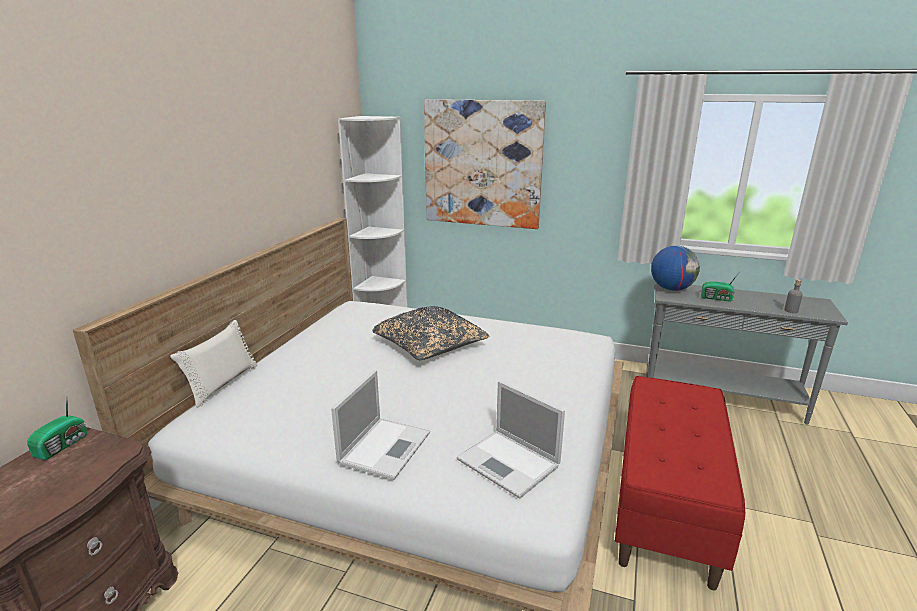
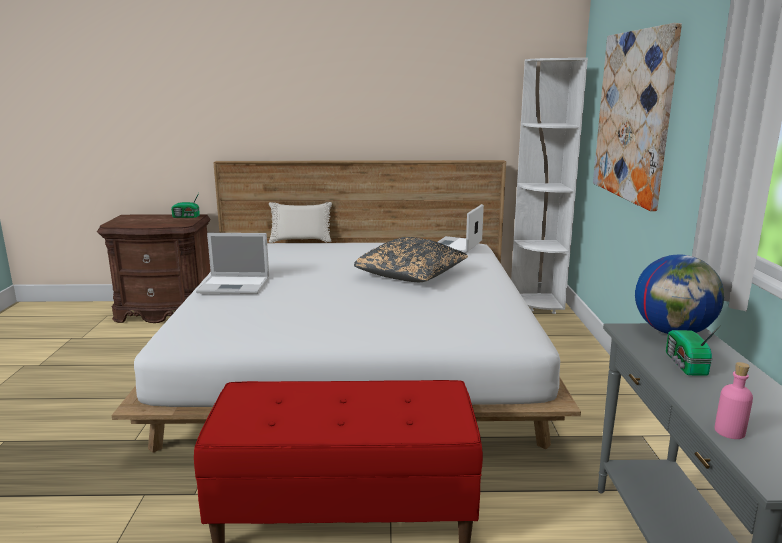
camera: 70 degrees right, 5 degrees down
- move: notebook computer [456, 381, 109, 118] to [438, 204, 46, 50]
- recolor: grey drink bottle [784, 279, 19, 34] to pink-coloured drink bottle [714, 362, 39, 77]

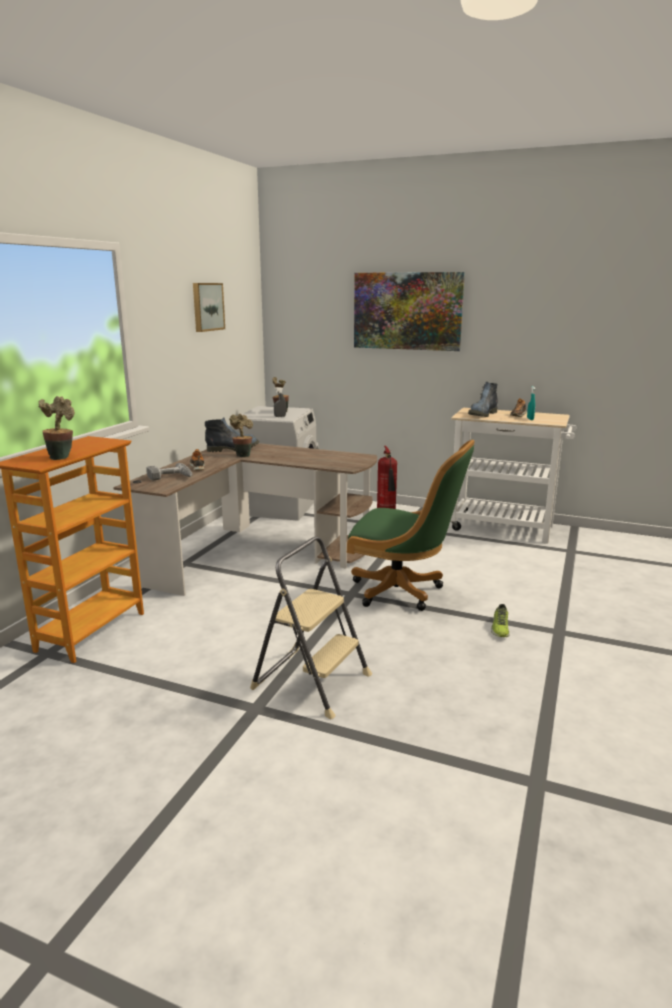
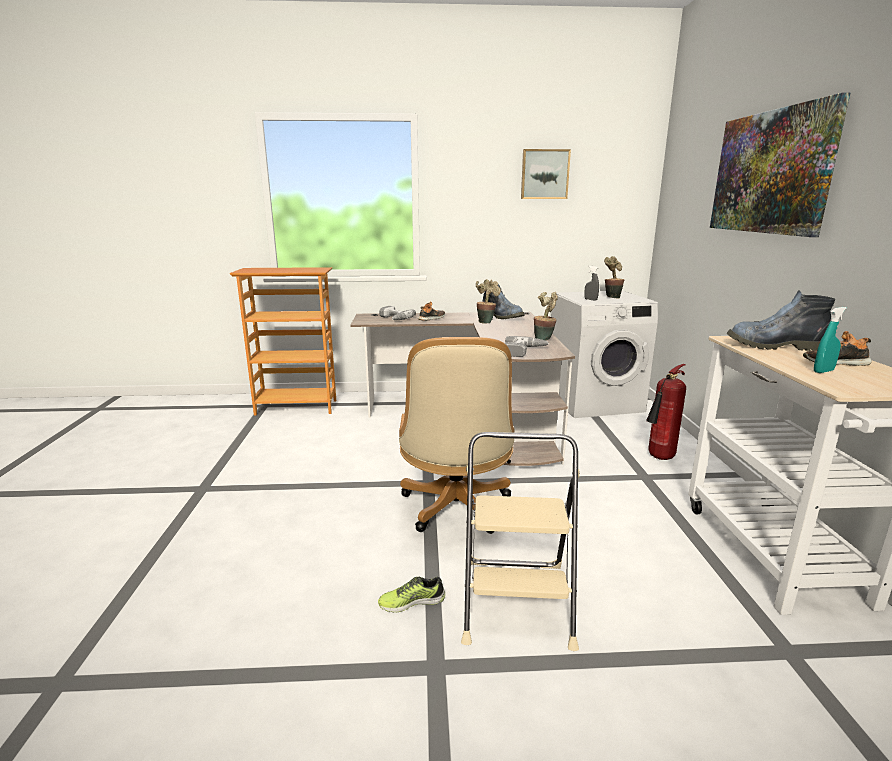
camera: 65 degrees right, 0 degrees up
- recolor: green-coloured desk chair [347, 440, 128, 171] to sand-coloured desk chair [399, 337, 115, 197]
- move: sand-coloured stepladder [250, 537, 122, 182] to [461, 432, 119, 219]
- insert: power drill [505, 336, 44, 21]
- move: plant in a pot [39, 396, 36, 64] to [534, 292, 24, 49]

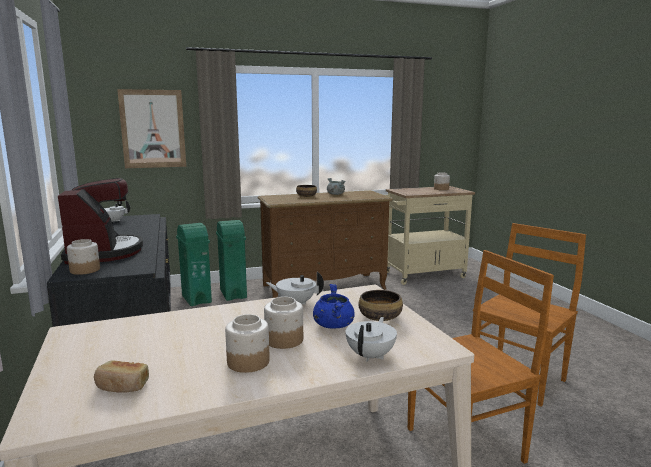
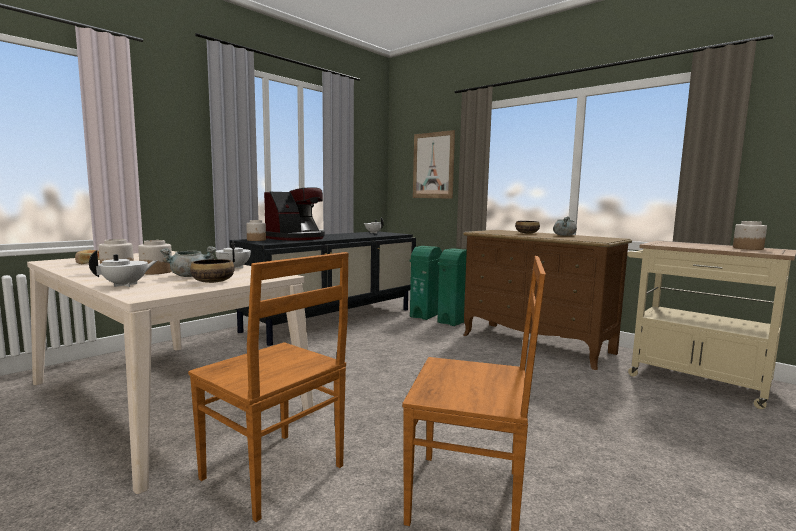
camera: 60 degrees right, 5 degrees down
- rotate: white tea pot [345, 317, 52, 45] = [89, 250, 69, 37] 45 degrees counterclockwise
- recolor: blue-coloured saucepot [313, 284, 42, 44] to grey saucepot [160, 246, 56, 31]

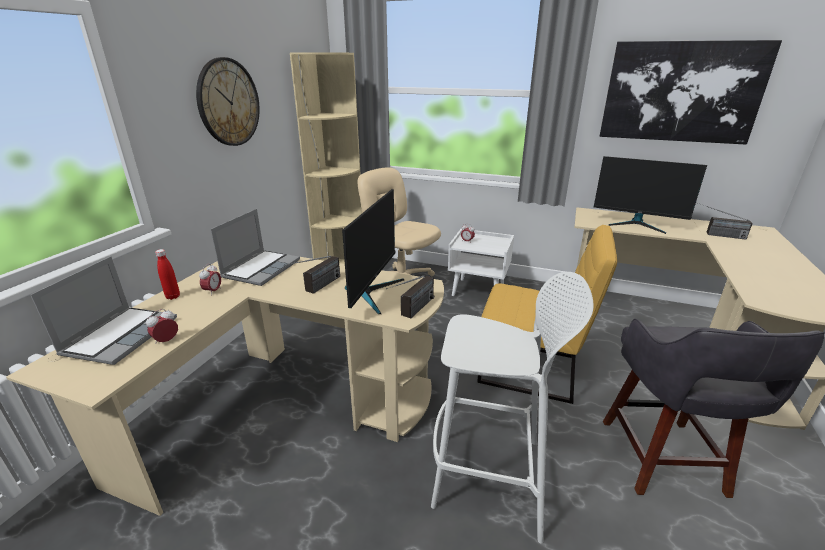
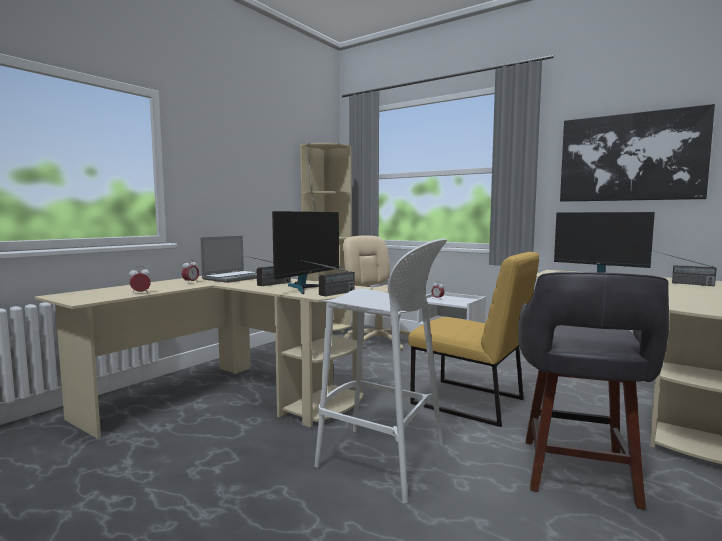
camera: 15 degrees right, 20 degrees down
- delete: notebook computer [31, 256, 146, 109]
- delete: reddish drink bottle [155, 249, 25, 51]
- delete: wall clock [196, 57, 64, 89]

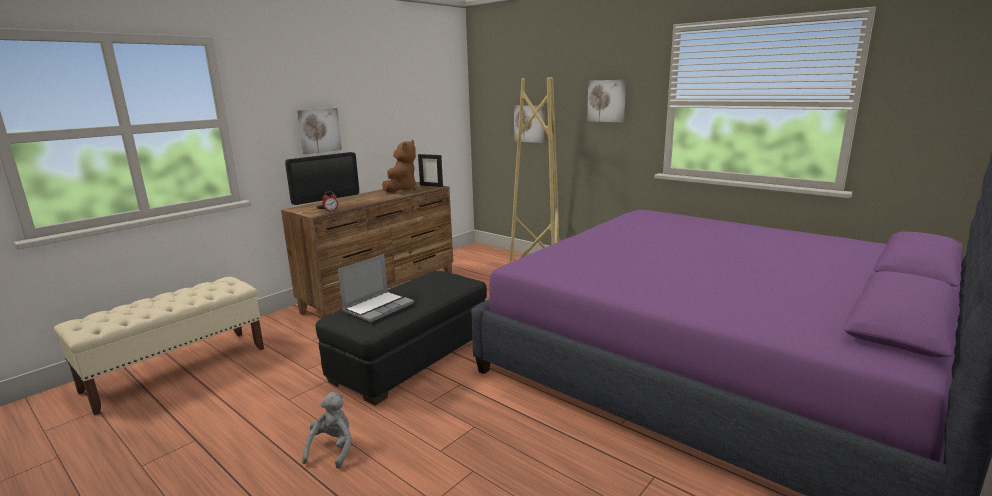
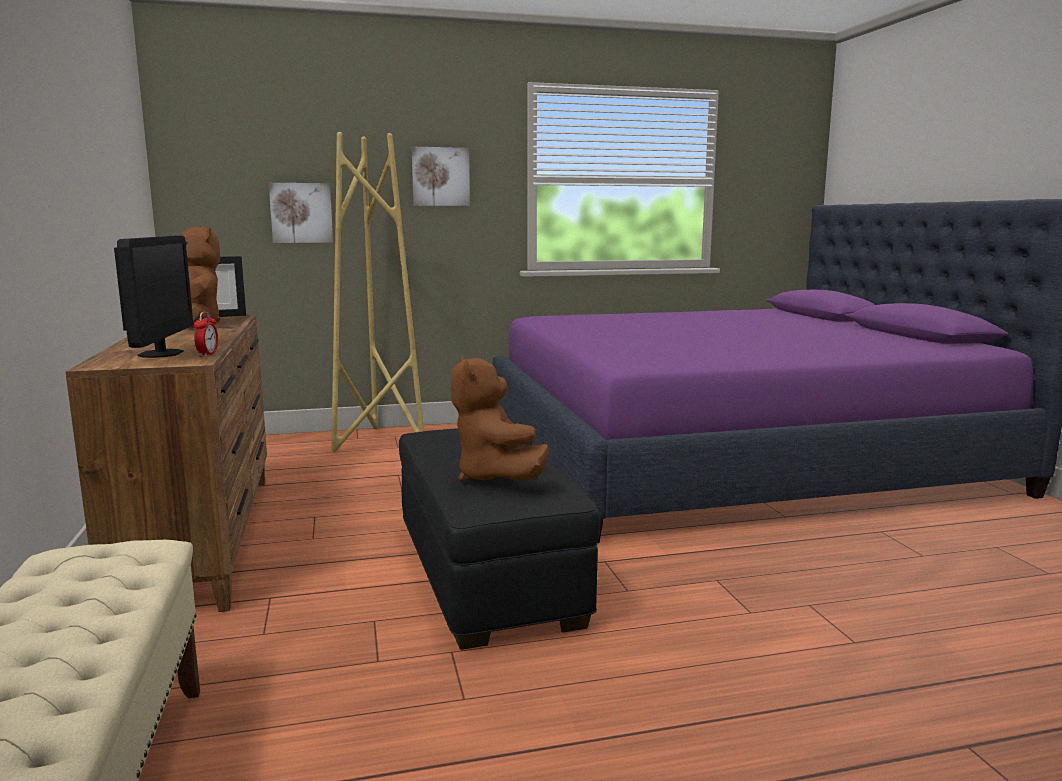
camera: 55 degrees left, 5 degrees down
- replace: notebook computer [338, 254, 76, 68] to brownish plush toy [451, 355, 98, 128]
- delete: wall art [297, 108, 45, 46]
- delete: grey plush toy [302, 392, 50, 77]

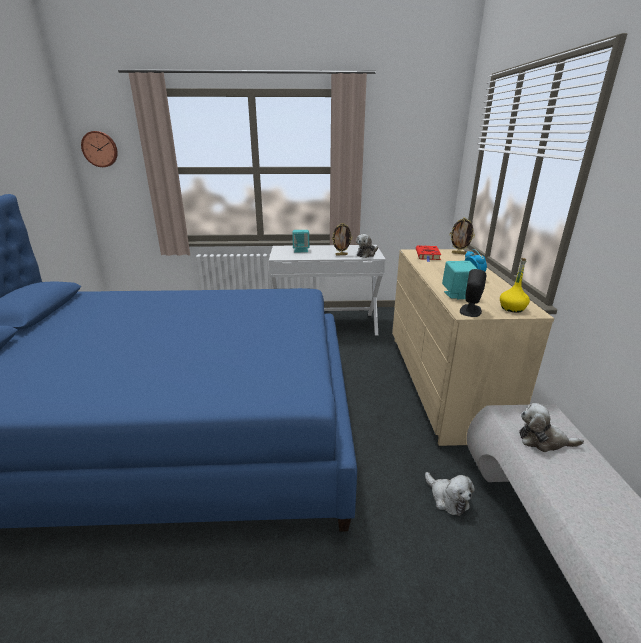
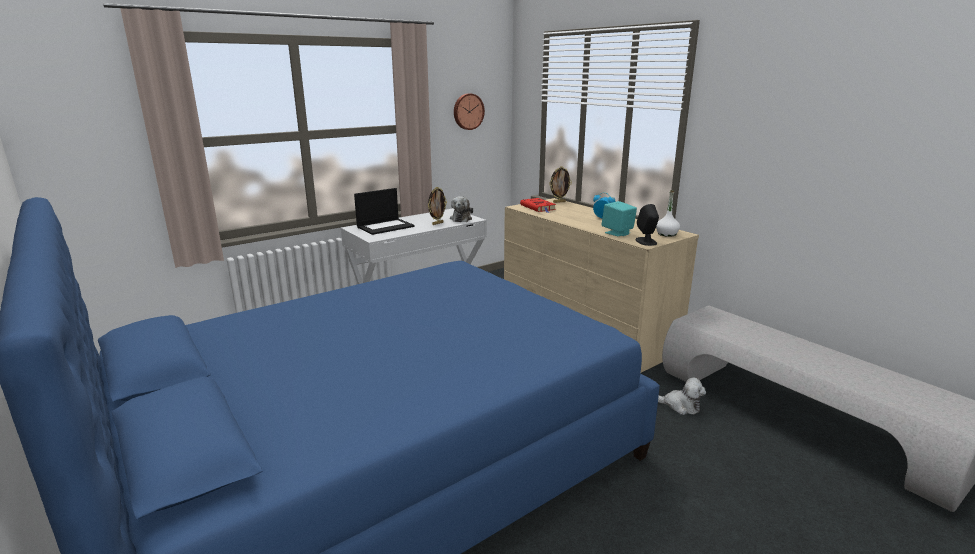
camera: 35 degrees left, 5 degrees down
- replace: blue-green audio speaker [292, 230, 17, 22] to notebook computer [354, 188, 61, 47]
- move: wall clock [81, 131, 37, 36] to [454, 93, 31, 37]
- recolor: yellow drink bottle [500, 258, 30, 55] to white drink bottle [656, 190, 24, 47]
- delete: plush toy [519, 403, 65, 49]

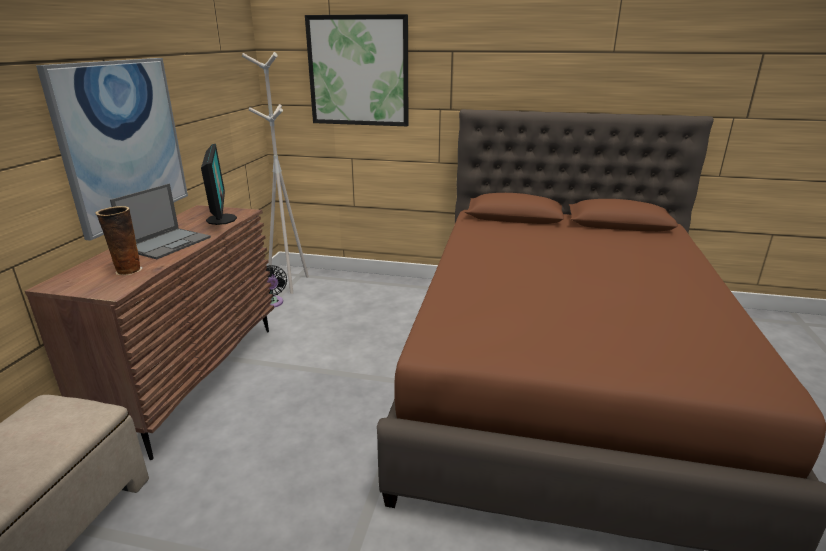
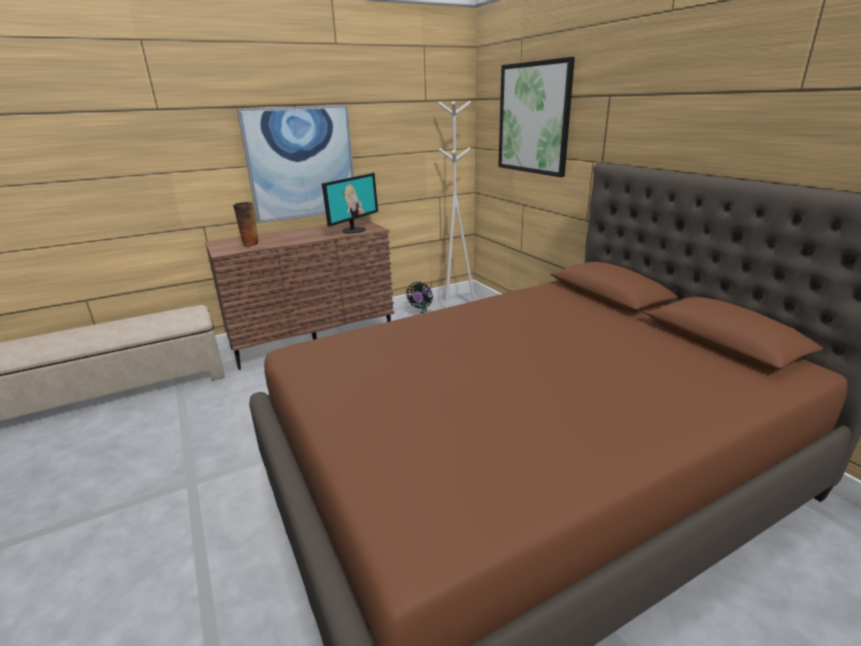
camera: 50 degrees right, 0 degrees up
- delete: notebook computer [110, 184, 101, 75]

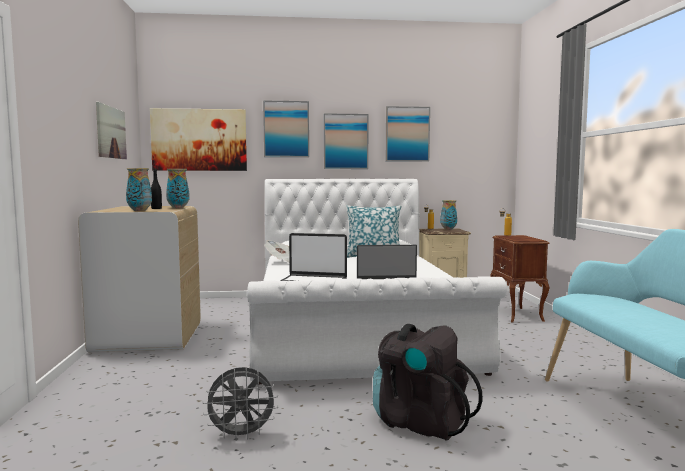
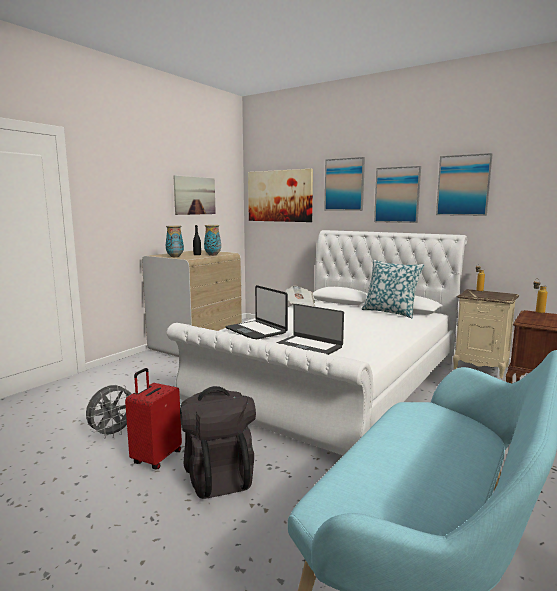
camera: 40 degrees right, 5 degrees up
- rotate: grey fan [203, 367, 75, 74] = [86, 385, 49, 53] 75 degrees counterclockwise
- insert: reddish suitcase [125, 368, 57, 101]
- delete: flower vase [440, 200, 17, 30]

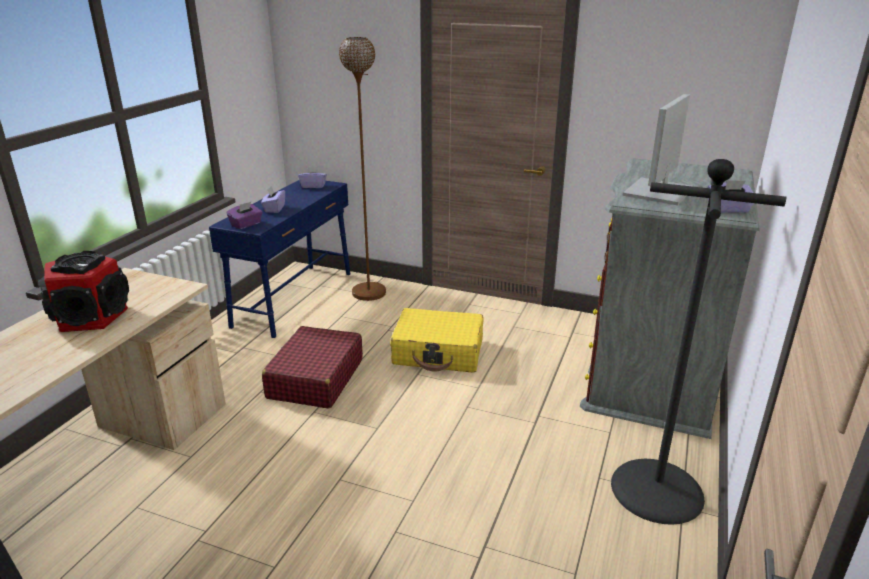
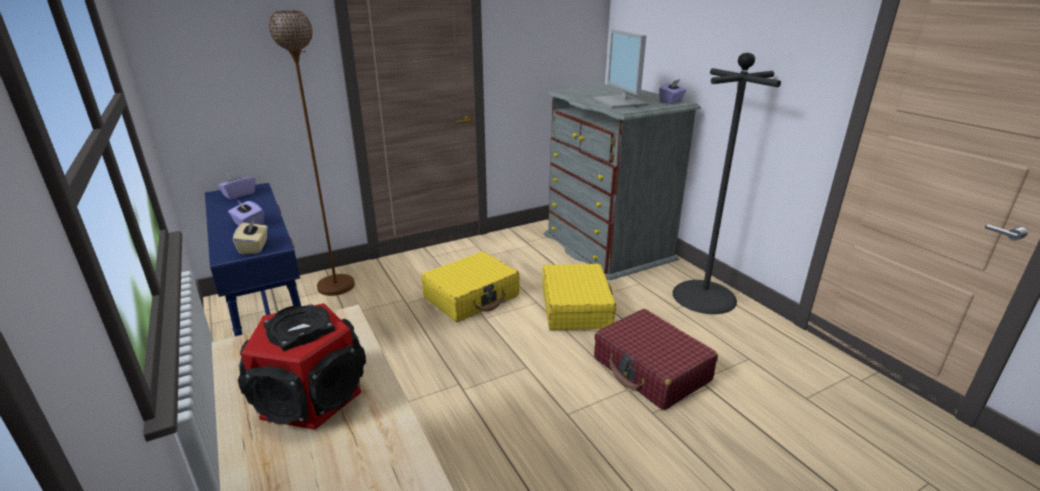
camera: 50 degrees left, 0 degrees up
- recolor: purple-coloured box of tissues [226, 202, 37, 27] to sand-coloured box of tissues [233, 218, 35, 37]
- insert: yellow suitcase [542, 264, 74, 66]
- move: reddish suitcase [262, 326, 101, 83] to [594, 309, 124, 101]

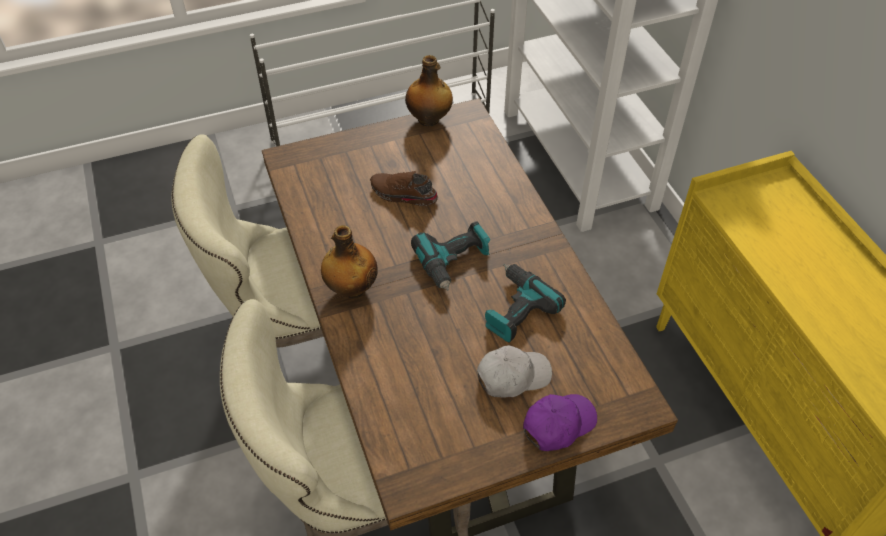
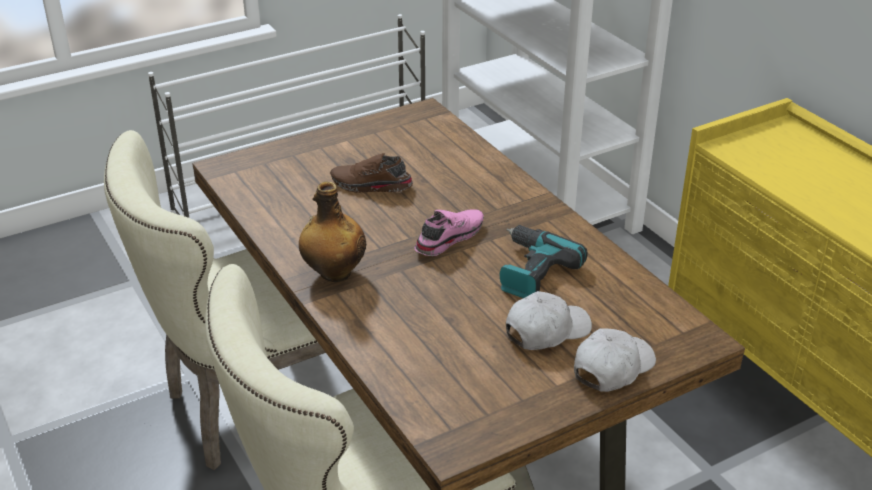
camera: 10 degrees left, 15 degrees down
- replace: power drill [411, 221, 80, 70] to pink-coloured shoe [414, 209, 70, 47]
- recolor: purple-coloured cap [523, 394, 74, 57] to white cap [574, 329, 82, 63]
- delete: drink bottle [405, 55, 48, 71]

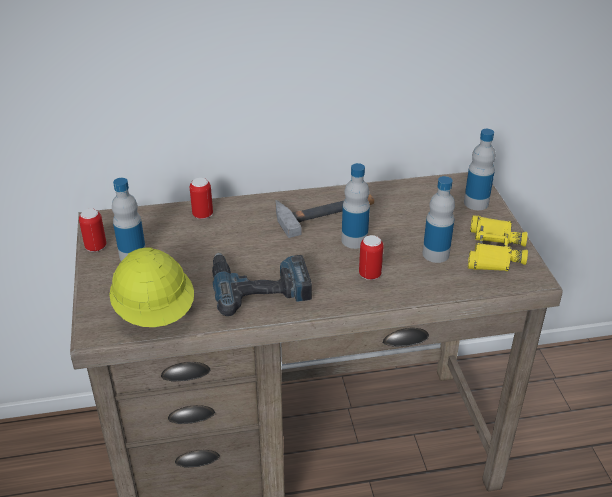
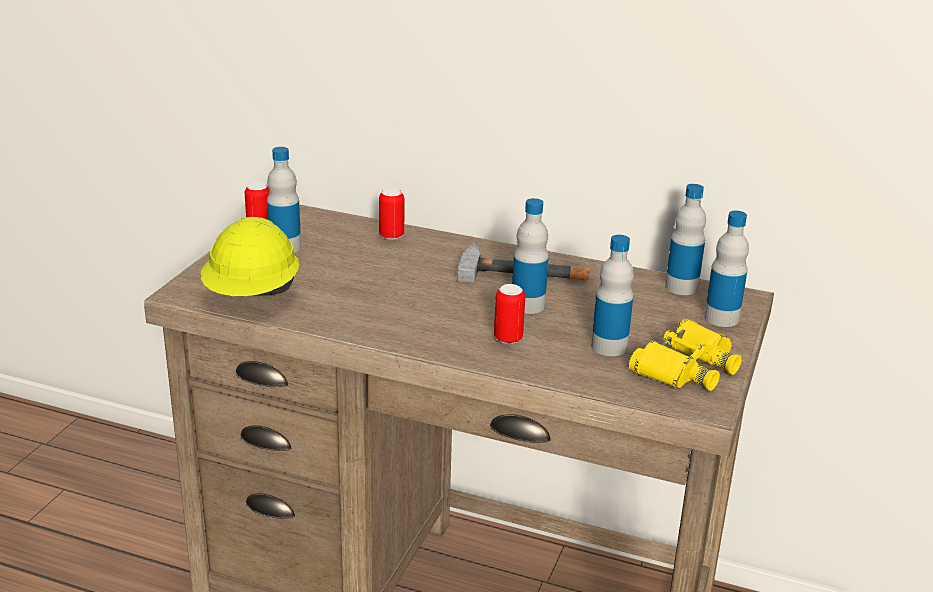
camera: 30 degrees right, 10 degrees down
- insert: drink bottle [665, 184, 41, 111]
- delete: power drill [212, 253, 100, 63]

